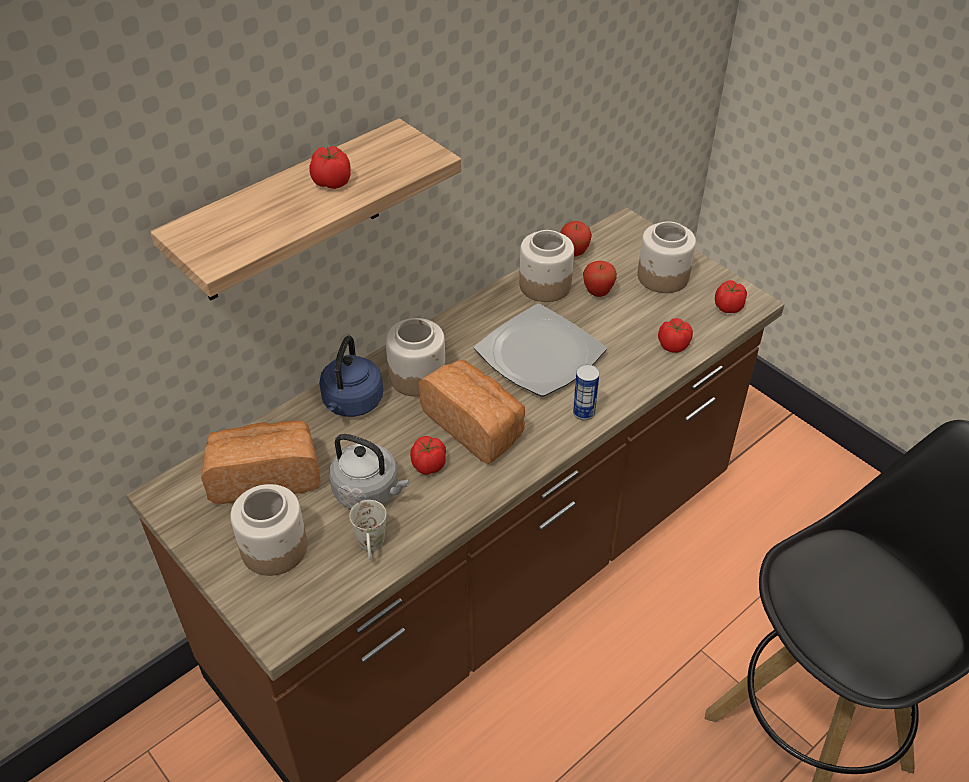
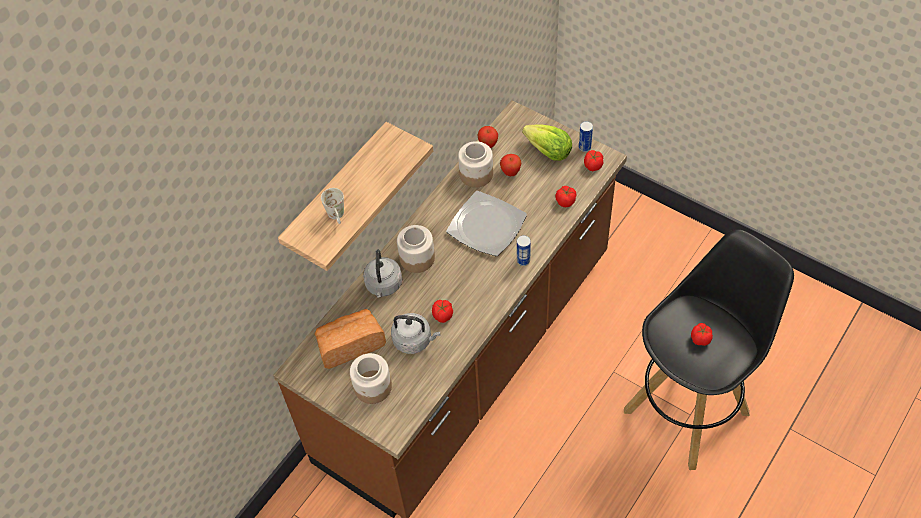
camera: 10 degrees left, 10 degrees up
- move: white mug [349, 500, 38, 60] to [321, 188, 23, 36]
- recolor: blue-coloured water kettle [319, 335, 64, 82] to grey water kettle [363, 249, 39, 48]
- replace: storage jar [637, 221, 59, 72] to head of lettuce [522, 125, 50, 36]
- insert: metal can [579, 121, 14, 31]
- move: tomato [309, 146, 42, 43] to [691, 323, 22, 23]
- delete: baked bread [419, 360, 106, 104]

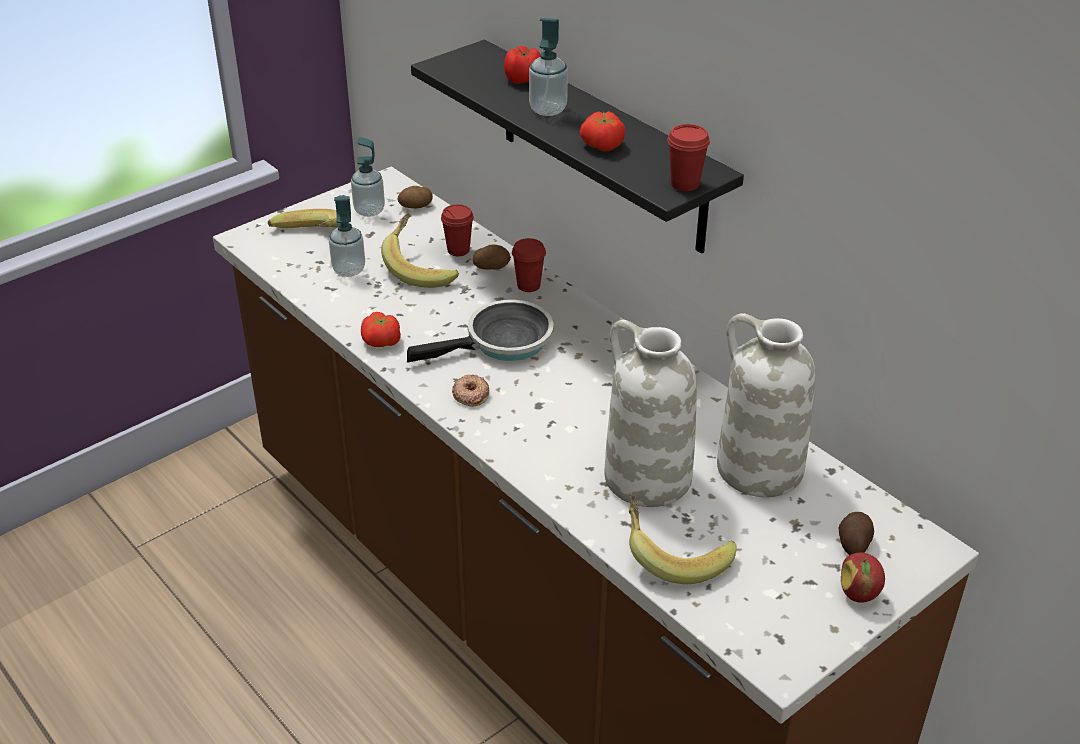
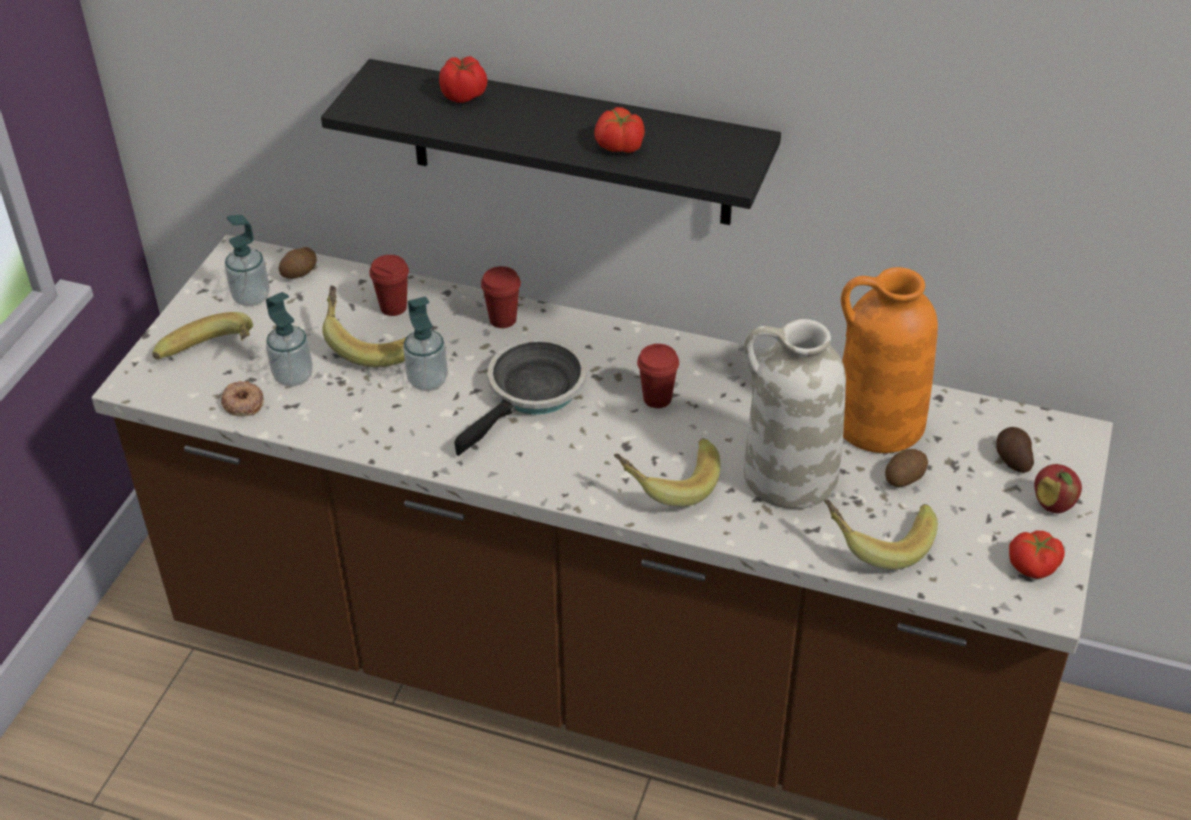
camera: 30 degrees left, 5 degrees up
- move: doughnut [452, 374, 38, 33] to [221, 381, 43, 35]
- move: soap dispenser [529, 18, 39, 98] to [403, 297, 45, 94]
- insert: whole banana [614, 438, 106, 69]
- move: reddish small cup [668, 124, 42, 67] to [637, 344, 42, 64]
- recolor: white flower vase [717, 313, 98, 184] to orangey flower vase [841, 267, 97, 186]
- move: spud [473, 245, 38, 25] to [885, 449, 43, 38]
- move: tomato [361, 312, 40, 35] to [1009, 531, 56, 48]

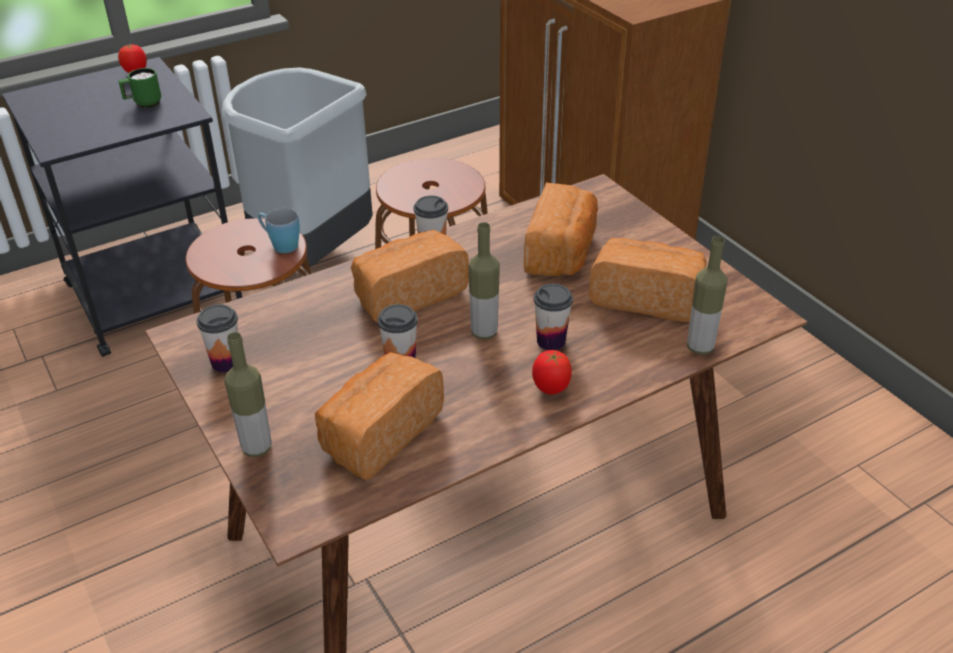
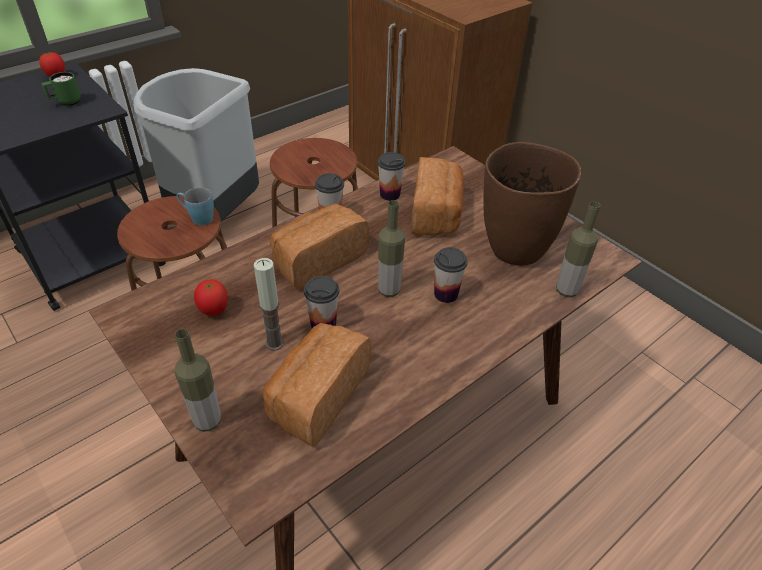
camera: 10 degrees left, 5 degrees up
- move: tomato [532, 350, 40, 45] to [194, 280, 34, 36]
- insert: wax light [254, 258, 30, 92]
- move: small cup [197, 304, 41, 69] to [378, 152, 27, 49]
- replace: baked bread [589, 238, 117, 84] to brownish flower vase [483, 142, 98, 124]

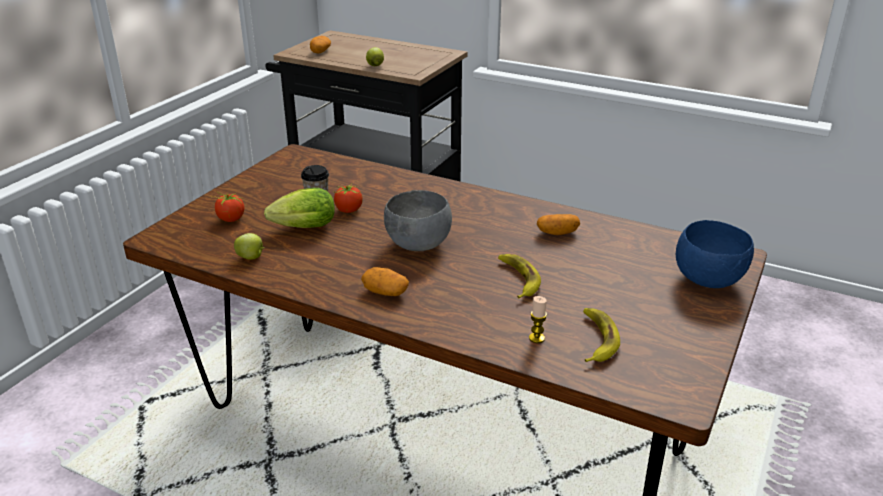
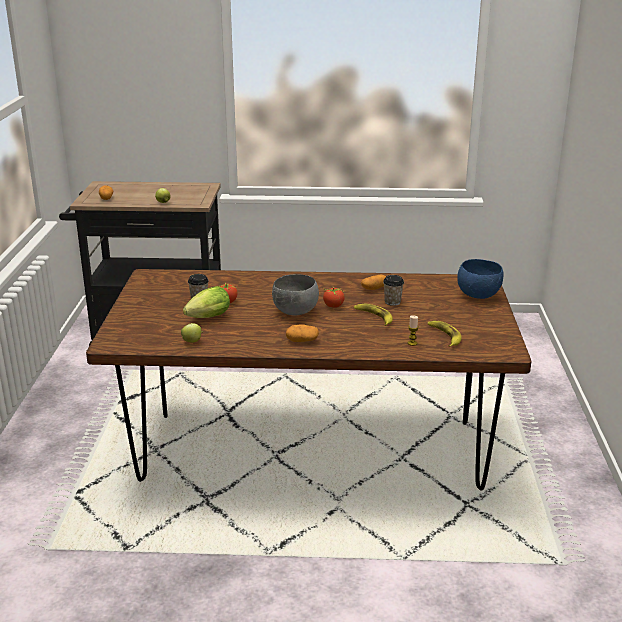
camera: 25 degrees left, 5 degrees down
- move: tomato [211, 191, 33, 31] to [322, 287, 23, 21]
- insert: small cup [383, 275, 21, 31]

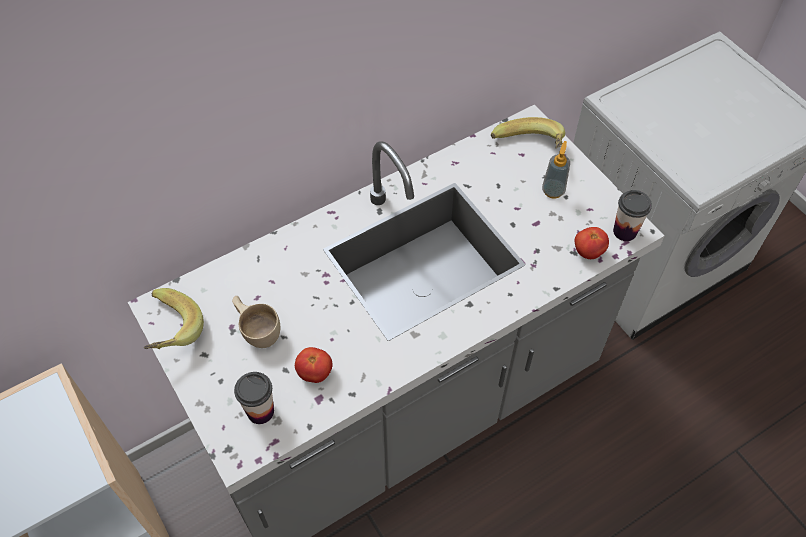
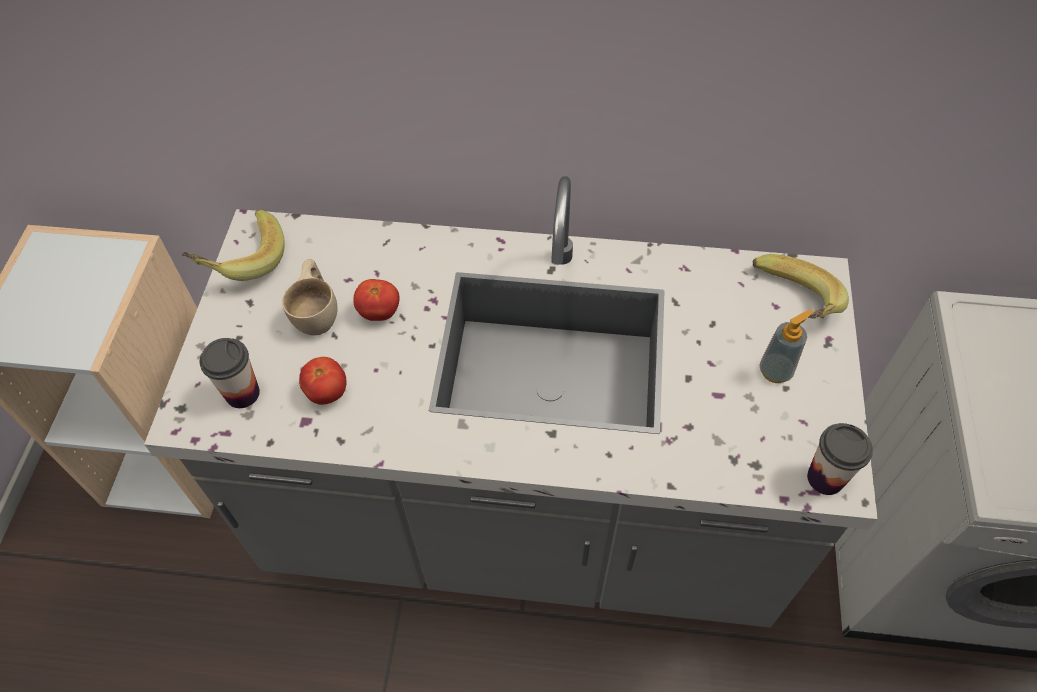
camera: 40 degrees right, 0 degrees up
- move: tomato [574, 227, 35, 32] to [353, 279, 47, 42]

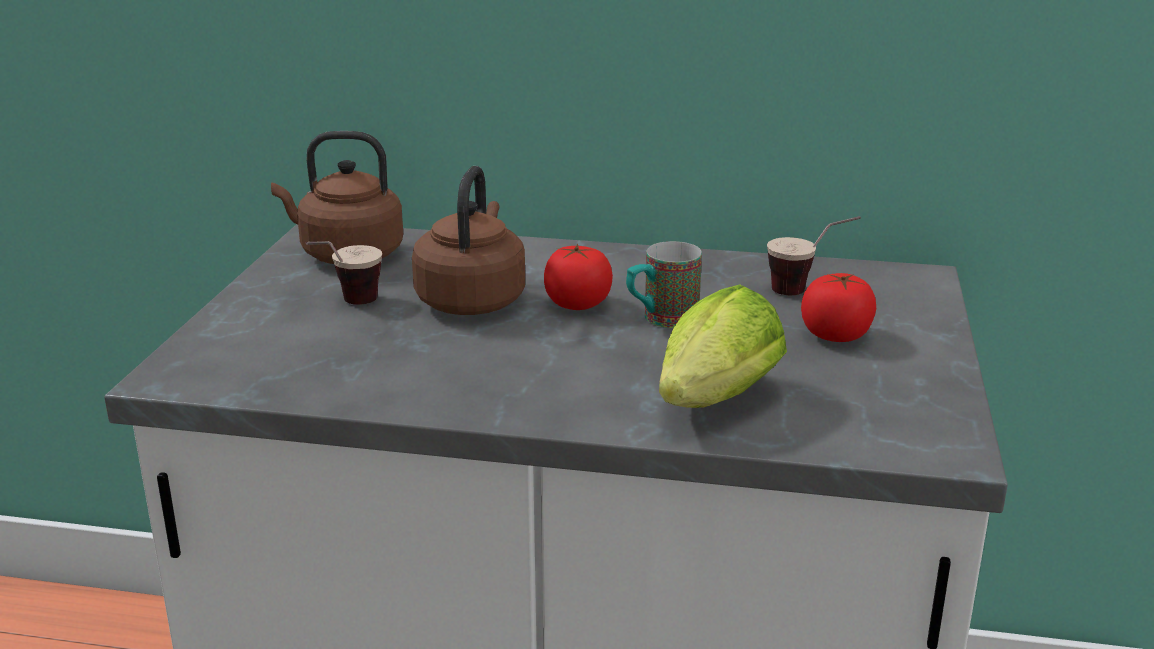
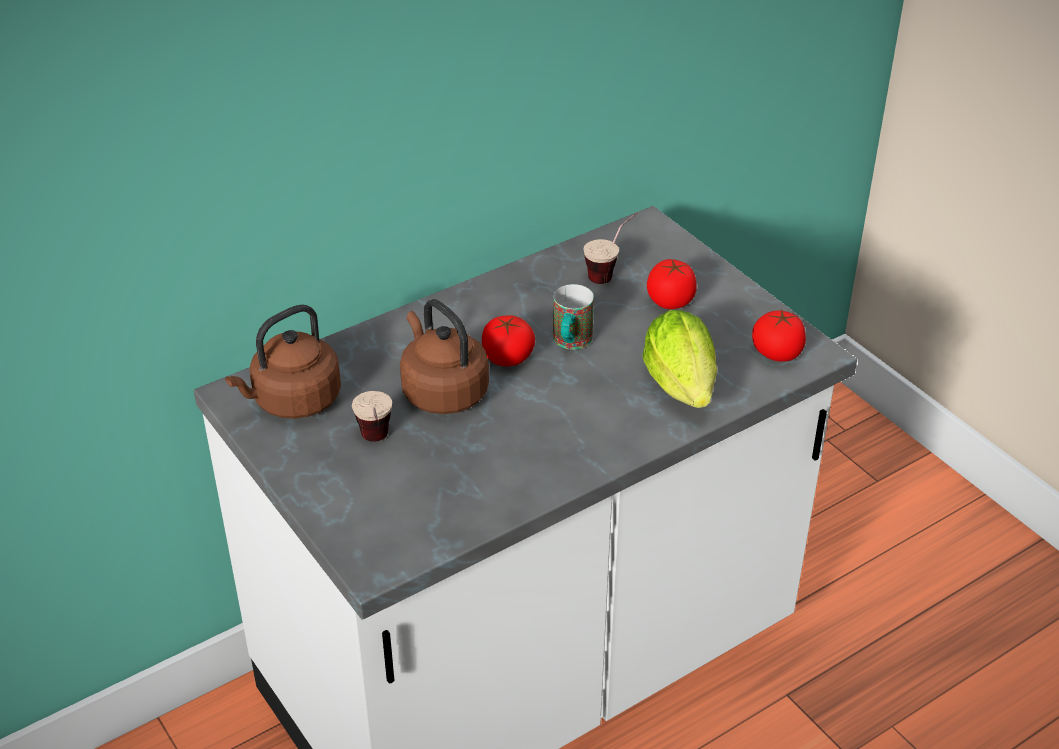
camera: 45 degrees left, 15 degrees up
- insert: tomato [752, 309, 54, 53]

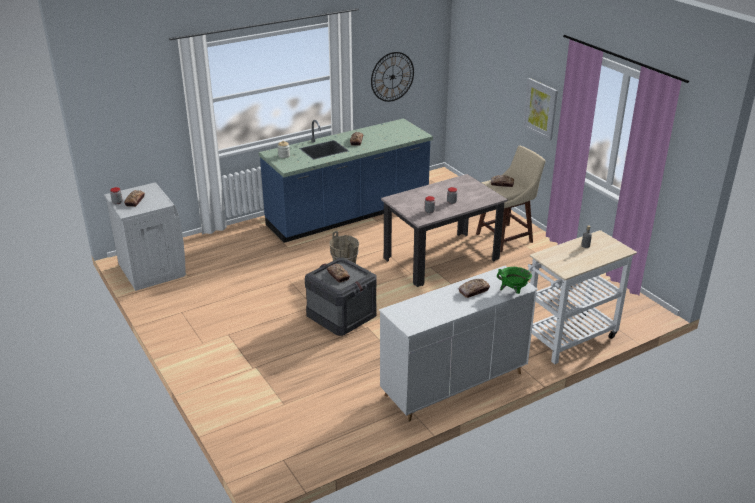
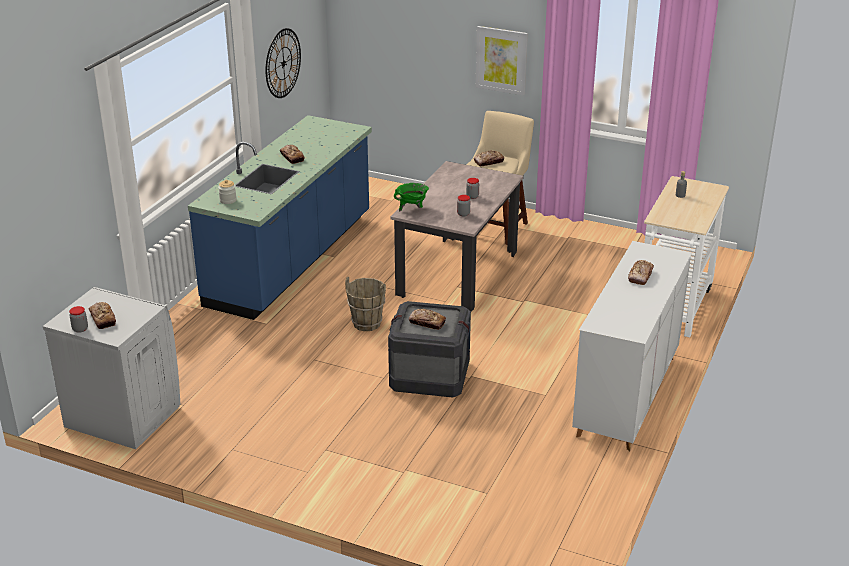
camera: 35 degrees left, 0 degrees up
- move: green-coloured saucepot [497, 267, 35, 27] to [394, 183, 35, 28]

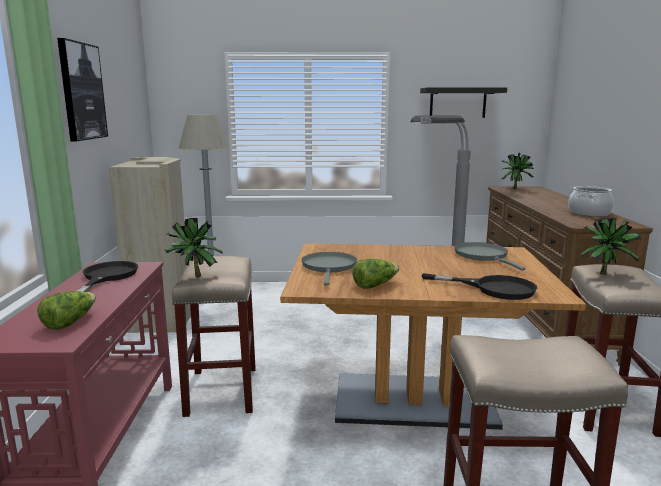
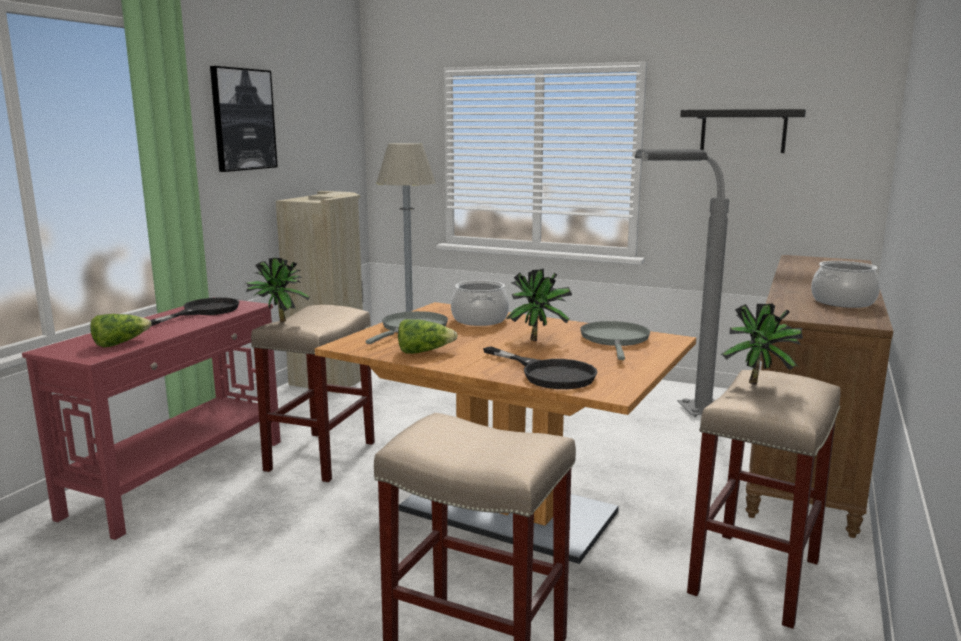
camera: 25 degrees right, 0 degrees up
- insert: saucepot [451, 280, 58, 46]
- move: plant in a pot [501, 153, 33, 36] to [506, 269, 66, 72]

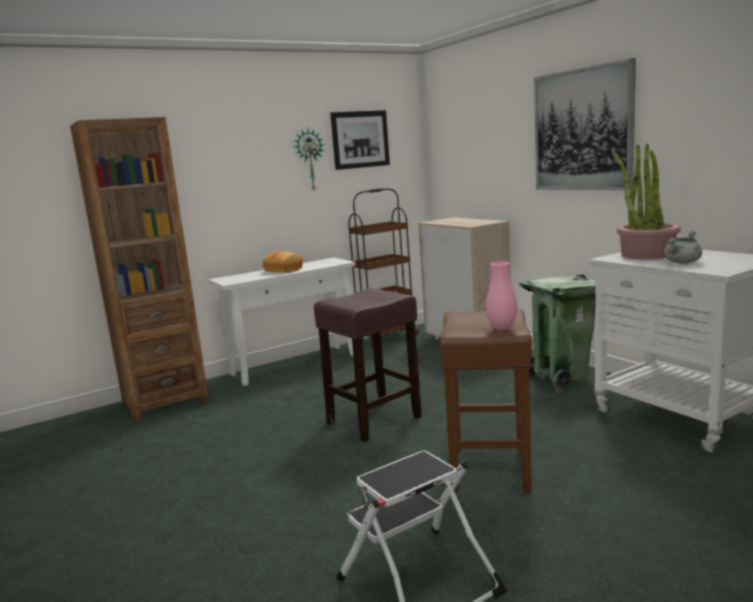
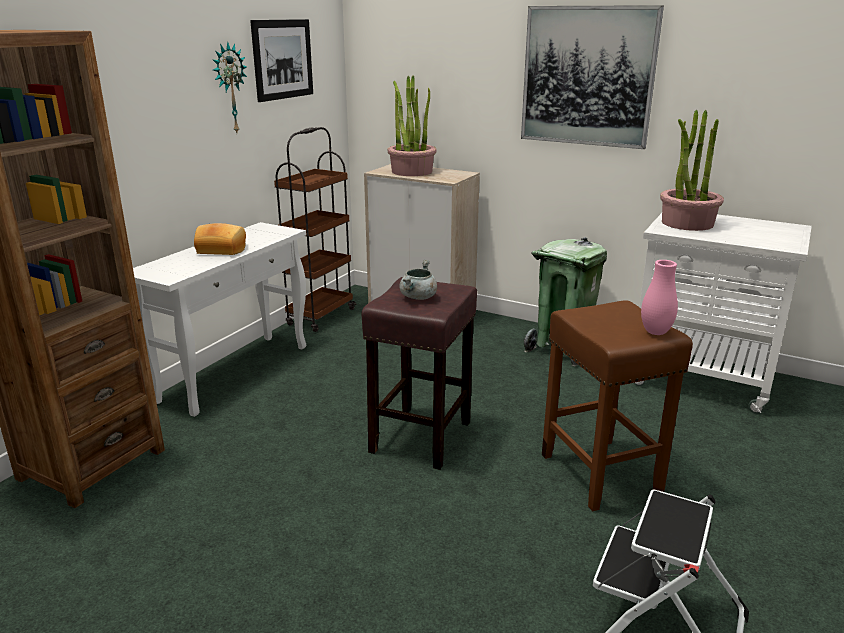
camera: 30 degrees left, 10 degrees up
- insert: plant in a pot [387, 75, 50, 101]
- move: grey saucepot [664, 231, 38, 33] to [399, 260, 38, 40]

